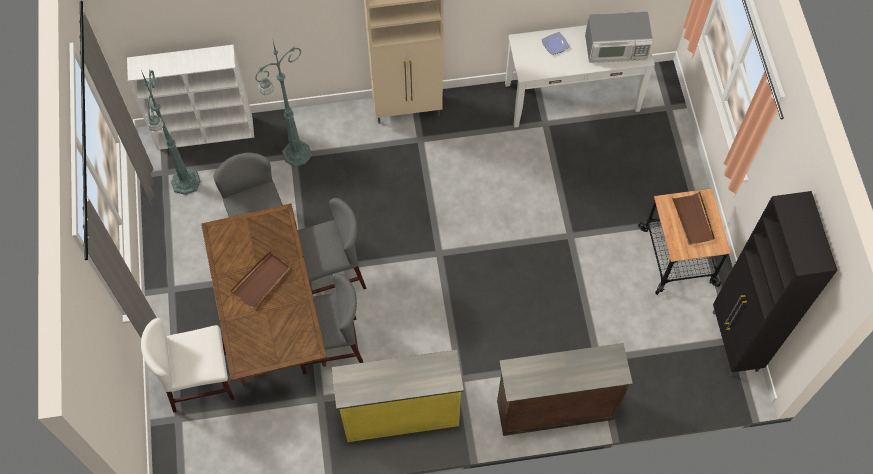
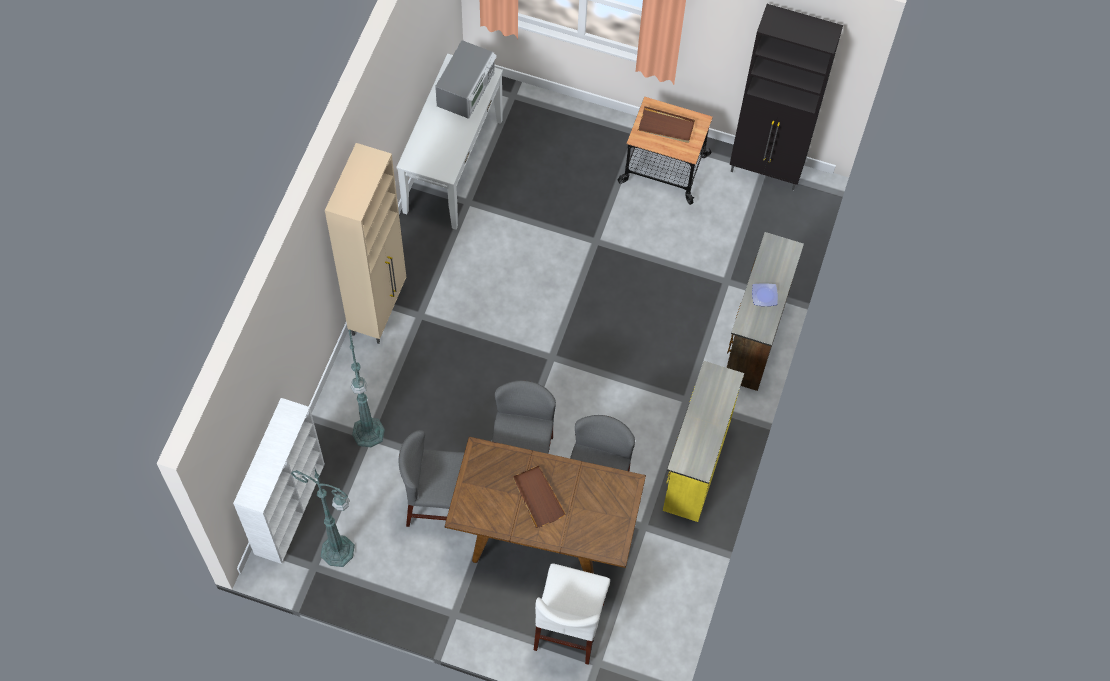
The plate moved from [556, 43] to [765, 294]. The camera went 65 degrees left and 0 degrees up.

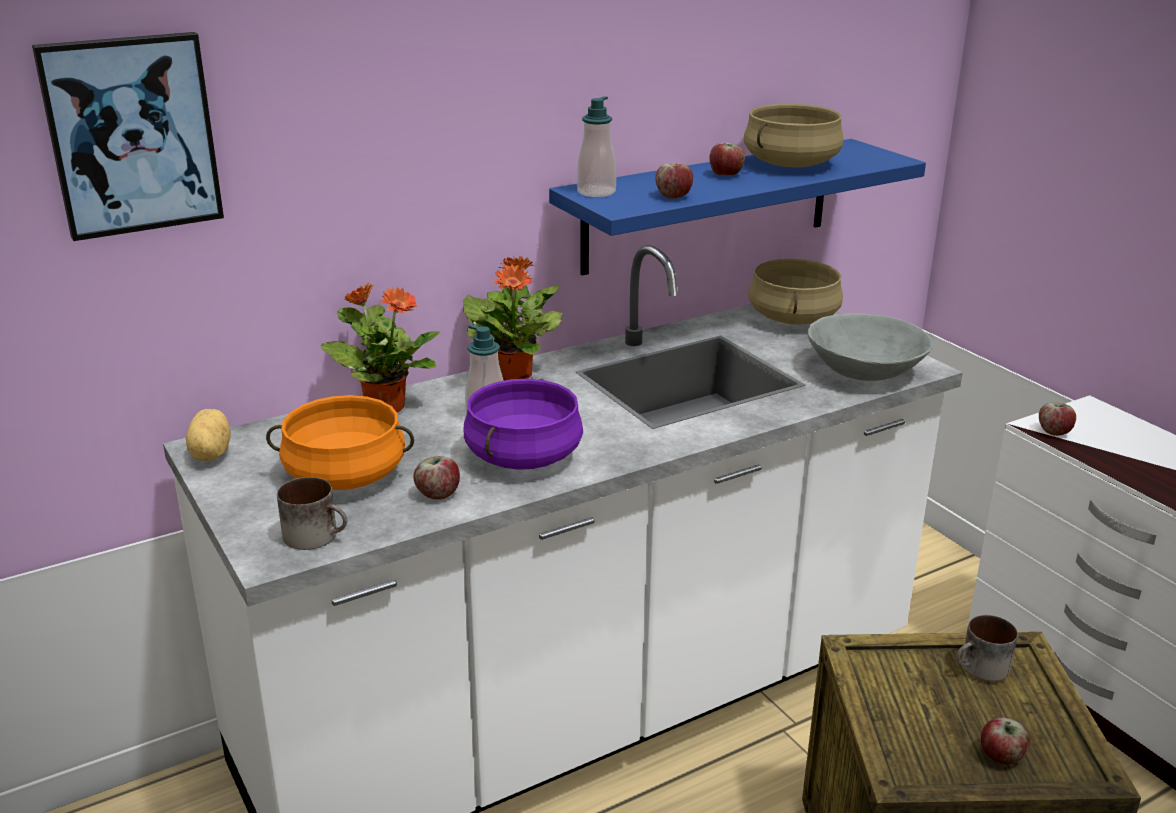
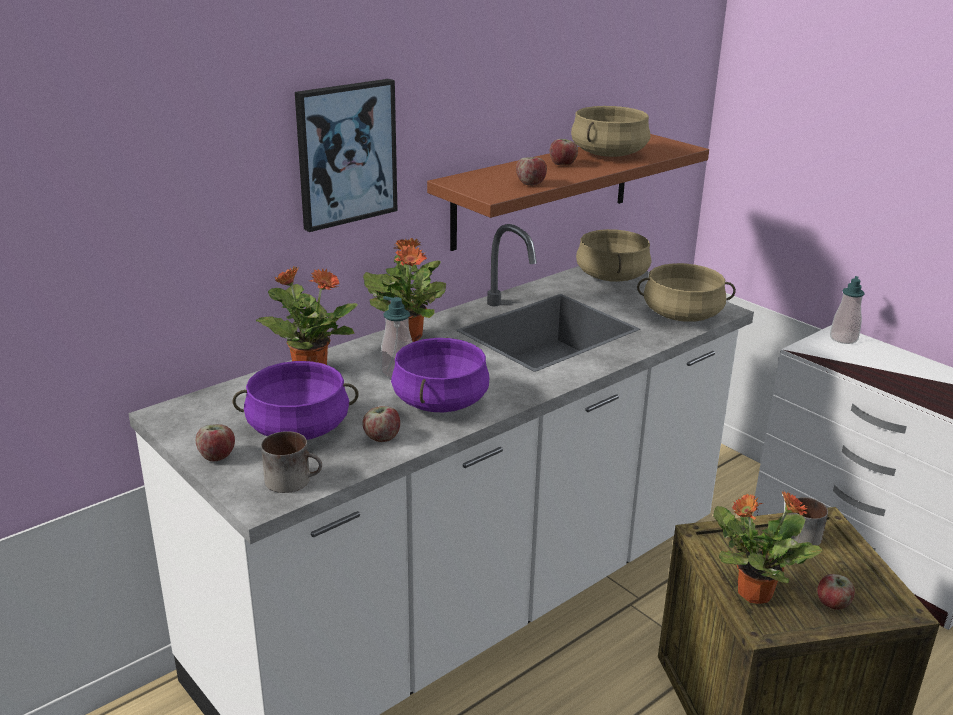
The apple moved from [1057, 419] to [215, 442]. The orange cooking pot at [340, 442] became the purple cooking pot at [296, 400]. The picture moved from [128, 136] to [346, 155]. The blue shelf at [737, 207] became the brown shelf at [568, 192]. The grey bowl at [870, 347] was replaced by the beige cooking pot at [686, 292]. The potted plant at [767, 547] appeared. The soap dispenser moved from [596, 146] to [847, 310]. The potato at [208, 435] disappeared. The camera went 10 degrees left and 0 degrees up.

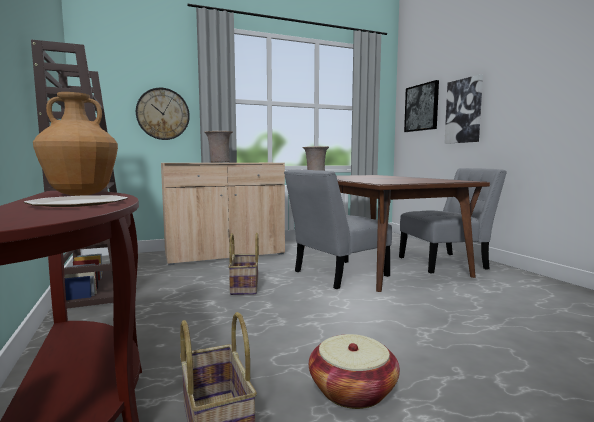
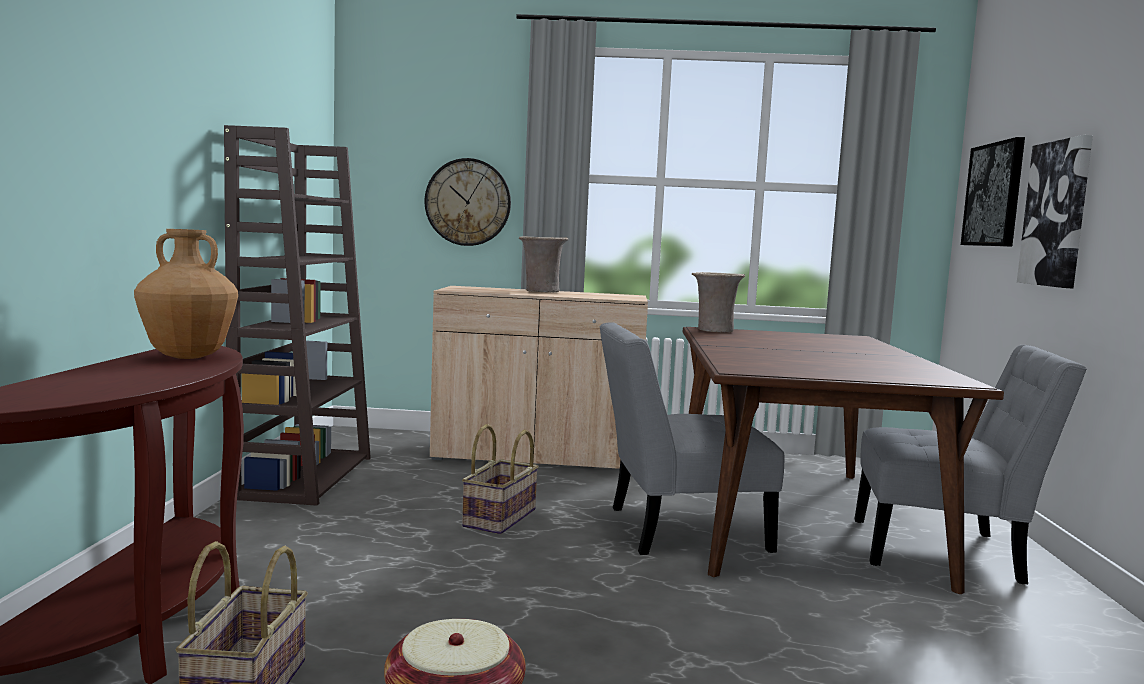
The plate at [76, 201] disappeared. The camera went 25 degrees right and 0 degrees up.

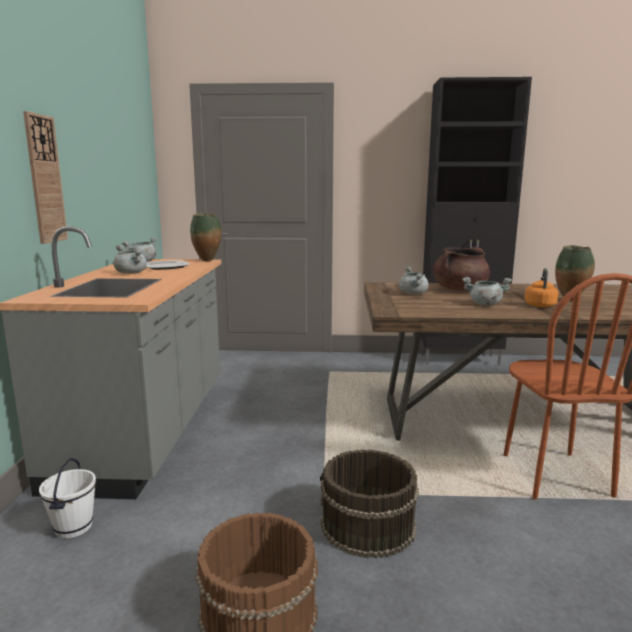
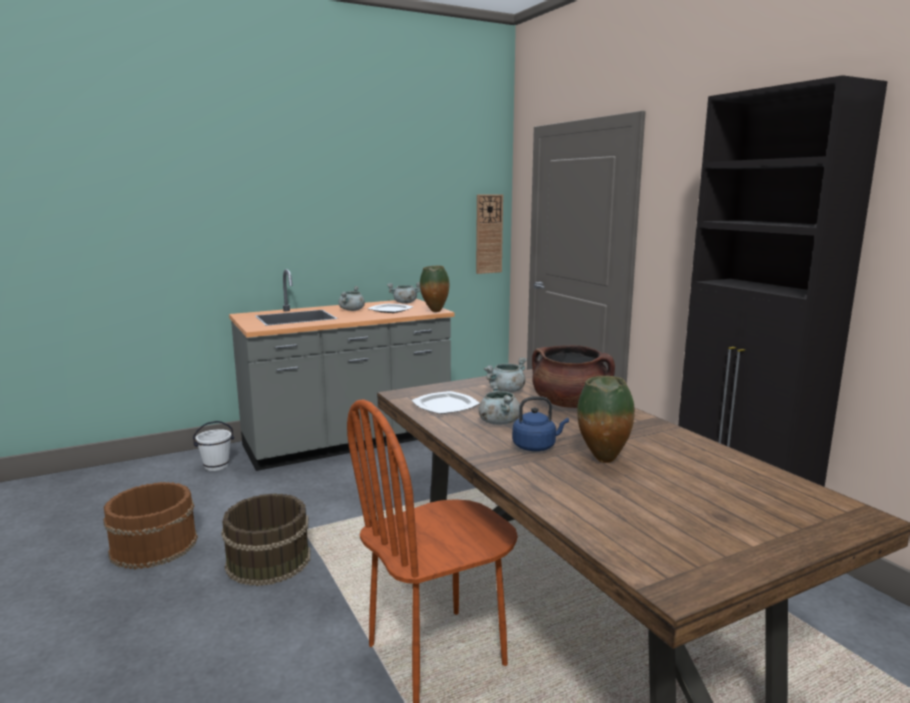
The plate at [446, 402] appeared. The wall clock moved from [45, 177] to [489, 234]. The orange kettle at [541, 287] became the blue kettle at [540, 423]. The camera went 60 degrees right and 0 degrees up.

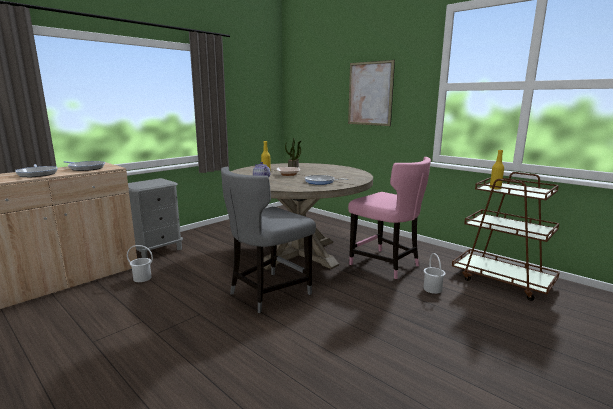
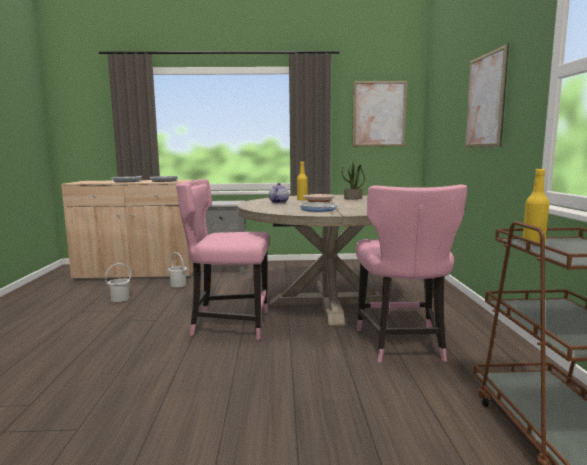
The white bucket moved from [434, 273] to [118, 282]. The grey chair at [268, 240] became the pink chair at [223, 259]. The picture at [380, 113] appeared. The camera went 45 degrees right and 5 degrees down.

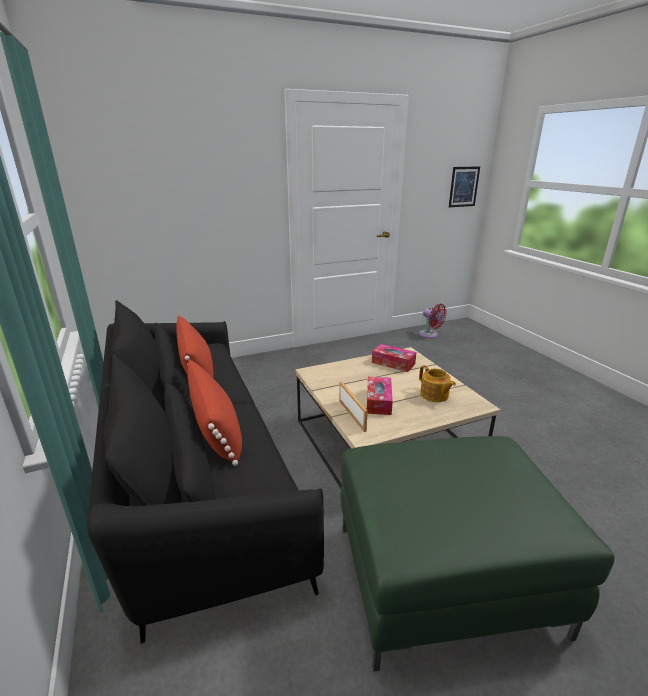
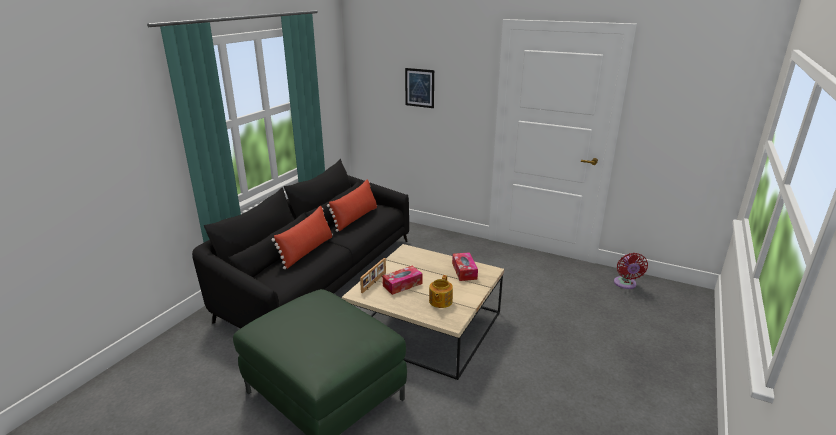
The picture moved from [464, 186] to [419, 88]. The camera went 50 degrees right and 0 degrees up.

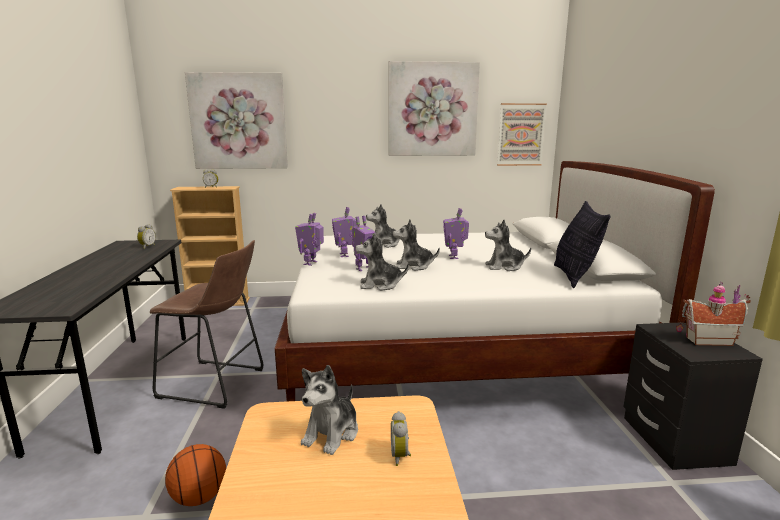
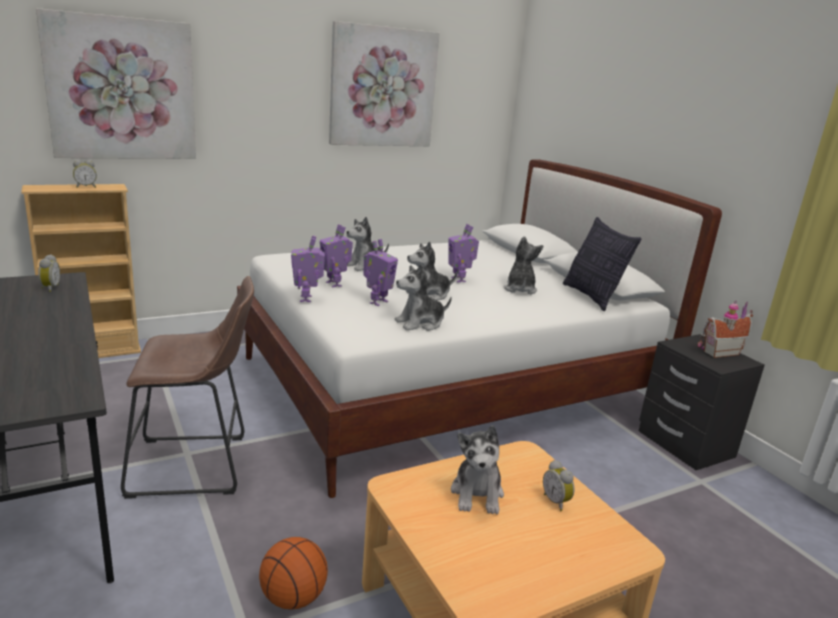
The plush toy at [508, 245] turned 120 degrees clockwise. The picture at [522, 134] disappeared. The camera went 25 degrees left and 5 degrees up.

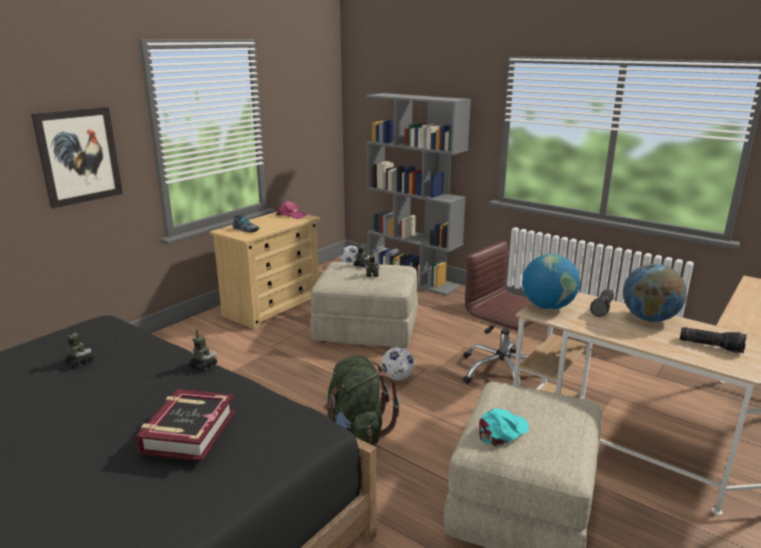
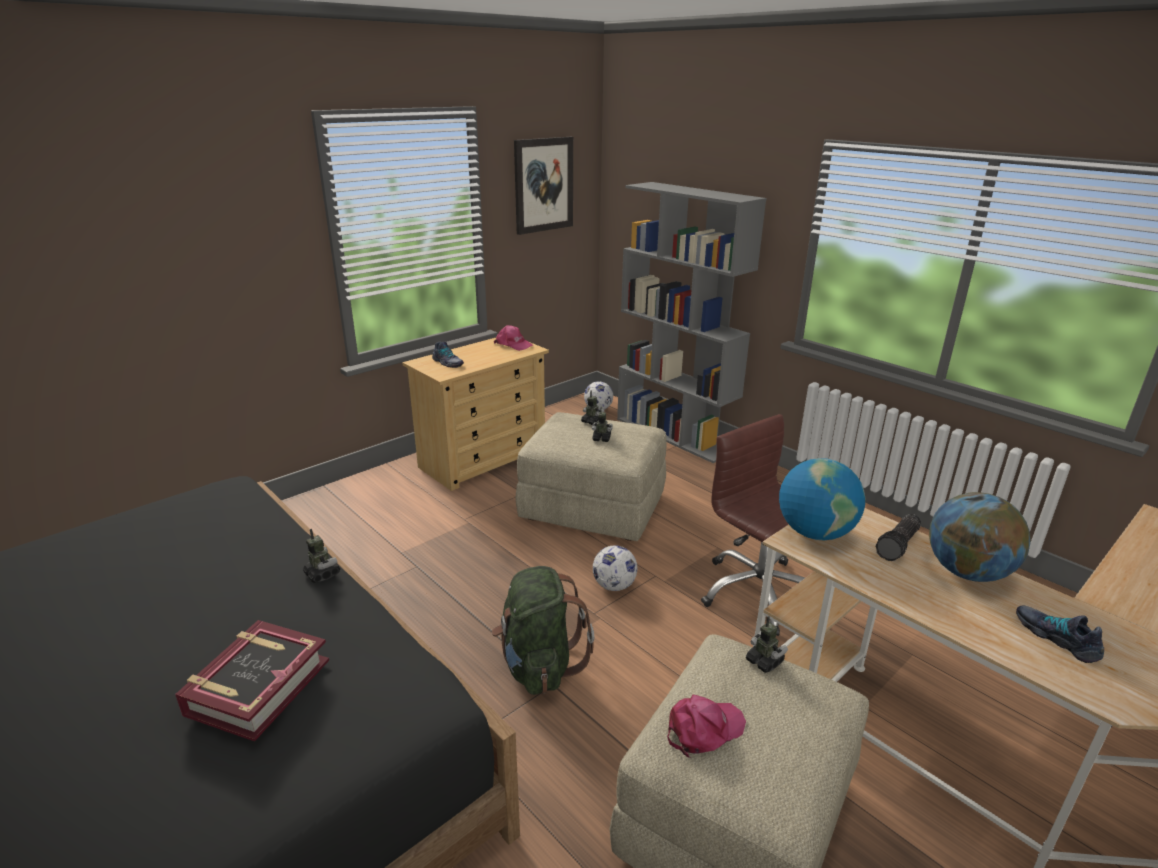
The picture moved from [77, 157] to [543, 186]. The turquoise cap at [504, 427] became the pink cap at [706, 726]. The toy robot moved from [79, 347] to [767, 644]. The flashlight at [713, 340] was replaced by the shoe at [1060, 634]. The camera went 10 degrees right and 5 degrees up.

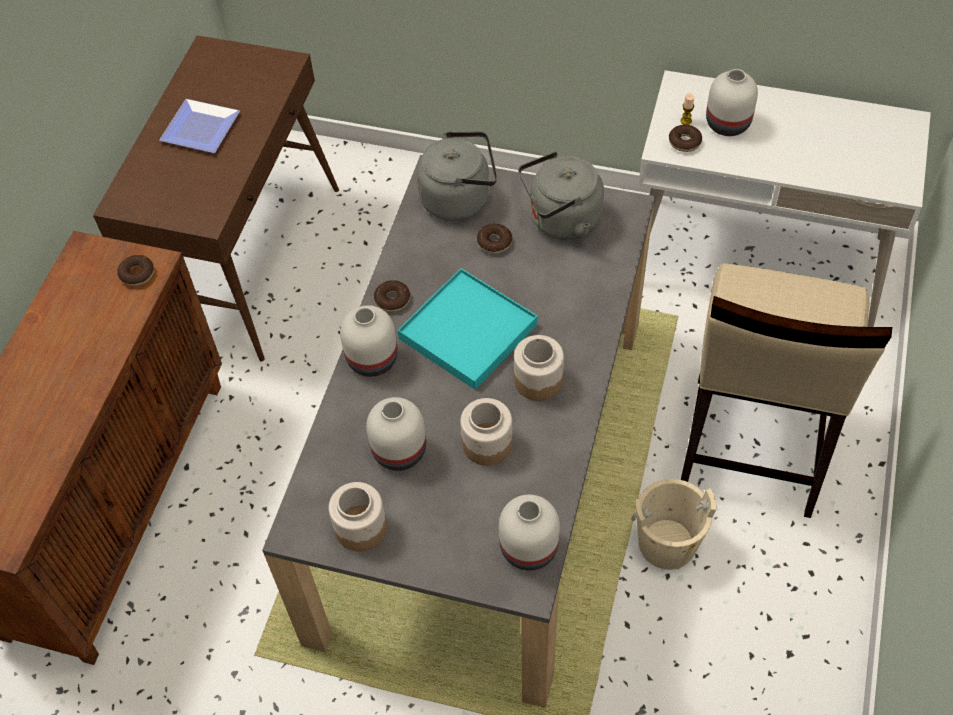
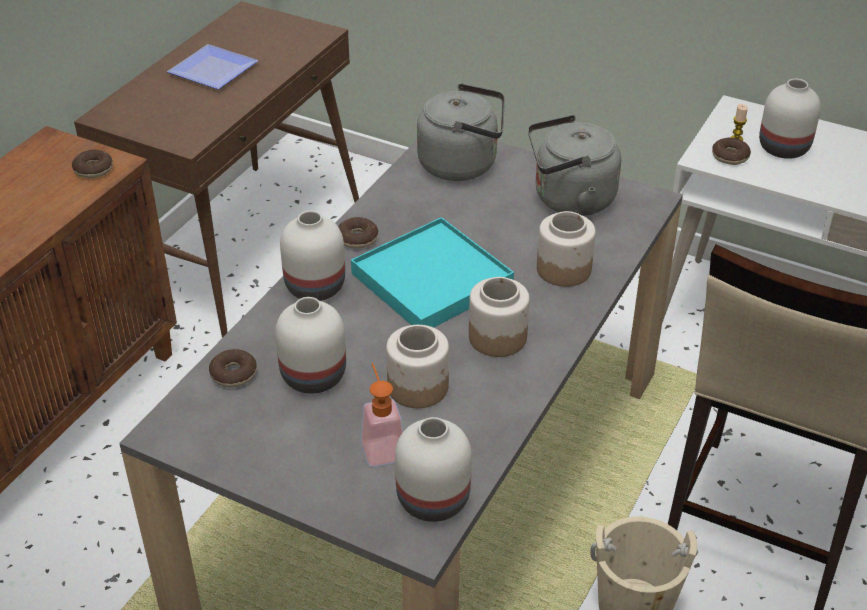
The donut moved from [494, 239] to [233, 368]. The soap dispenser at [382, 415] appeared. The jar moved from [358, 516] to [566, 249]. The camera went 10 degrees right and 15 degrees down.

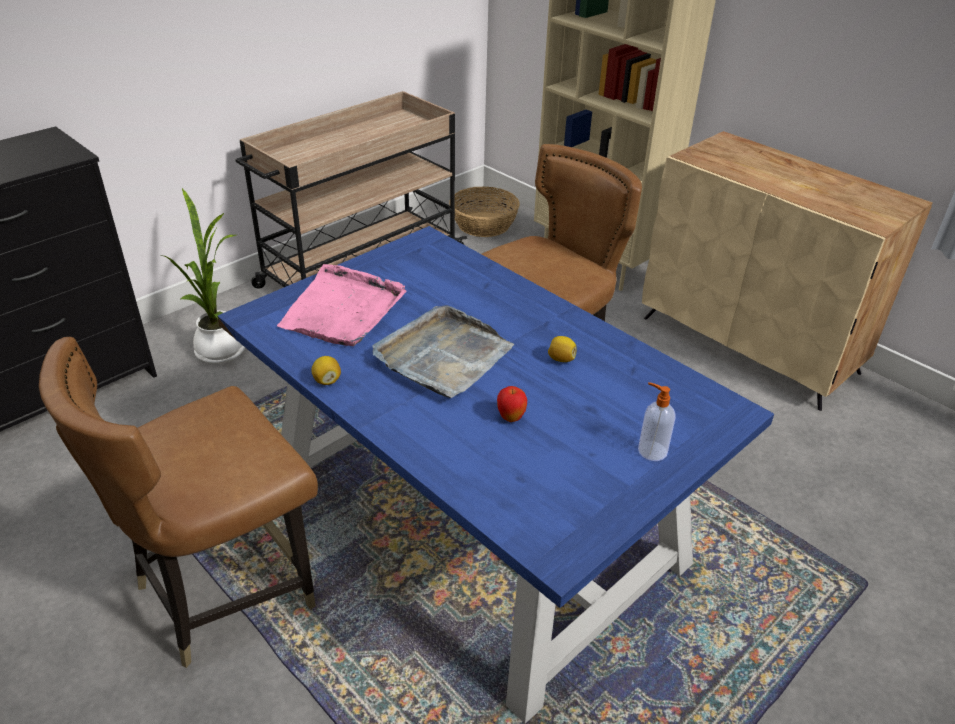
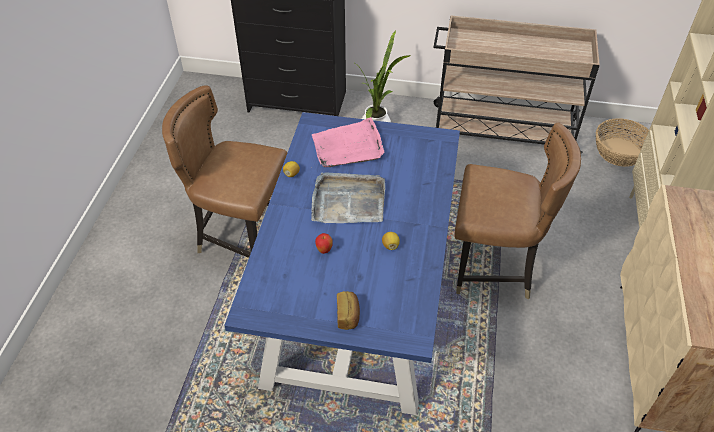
The soap dispenser at [657, 421] was replaced by the bread at [348, 310]. The camera went 55 degrees right and 10 degrees up.

